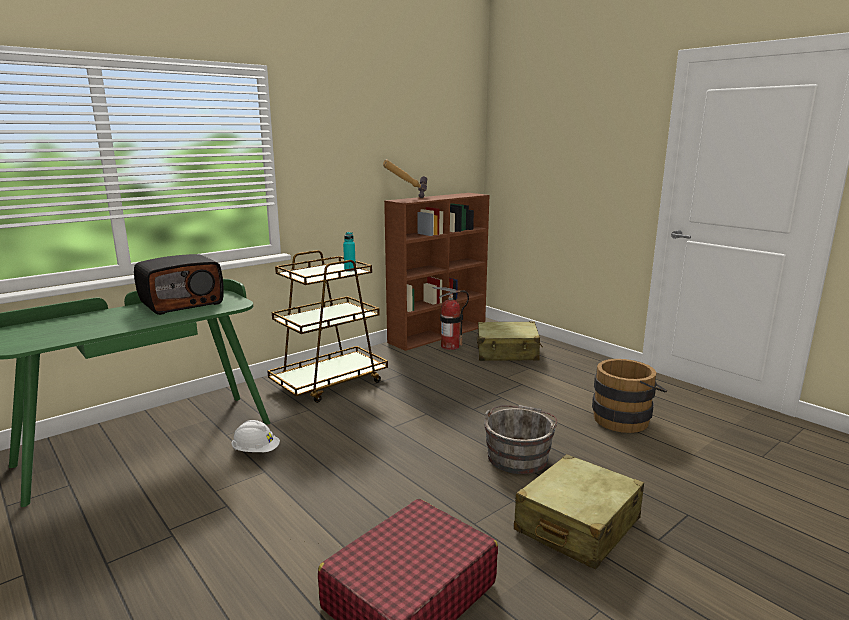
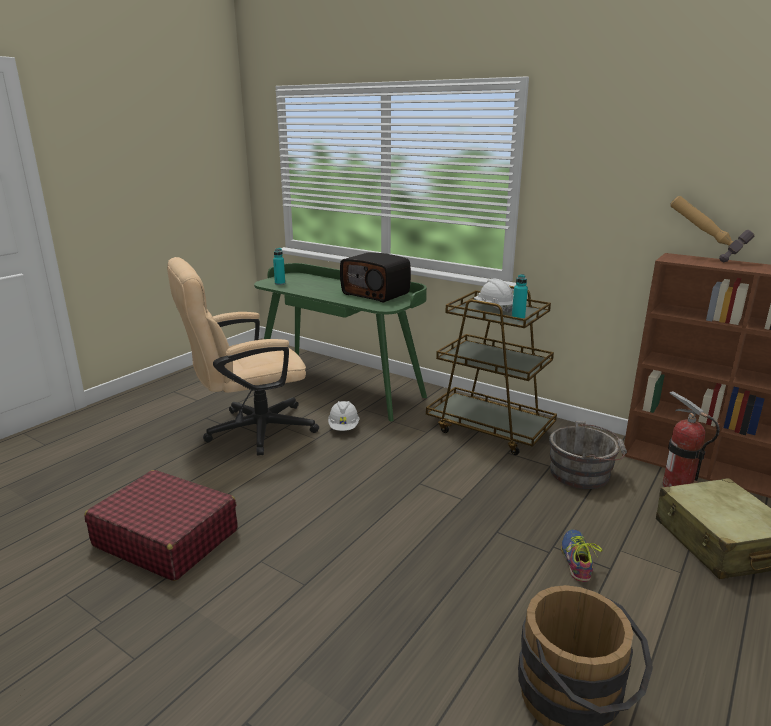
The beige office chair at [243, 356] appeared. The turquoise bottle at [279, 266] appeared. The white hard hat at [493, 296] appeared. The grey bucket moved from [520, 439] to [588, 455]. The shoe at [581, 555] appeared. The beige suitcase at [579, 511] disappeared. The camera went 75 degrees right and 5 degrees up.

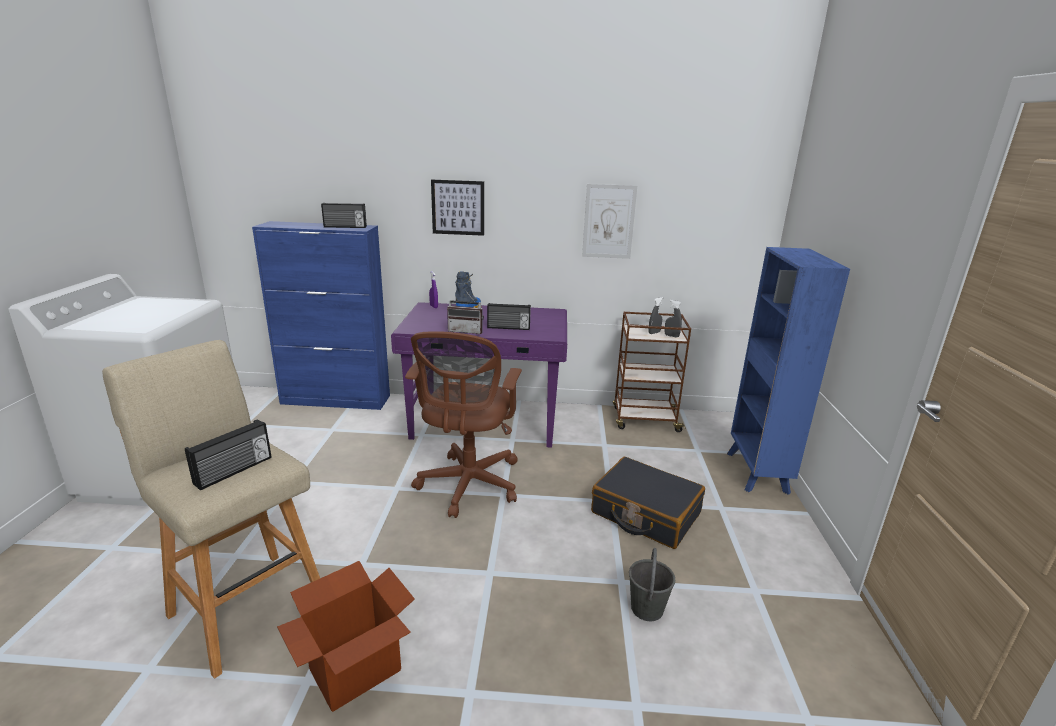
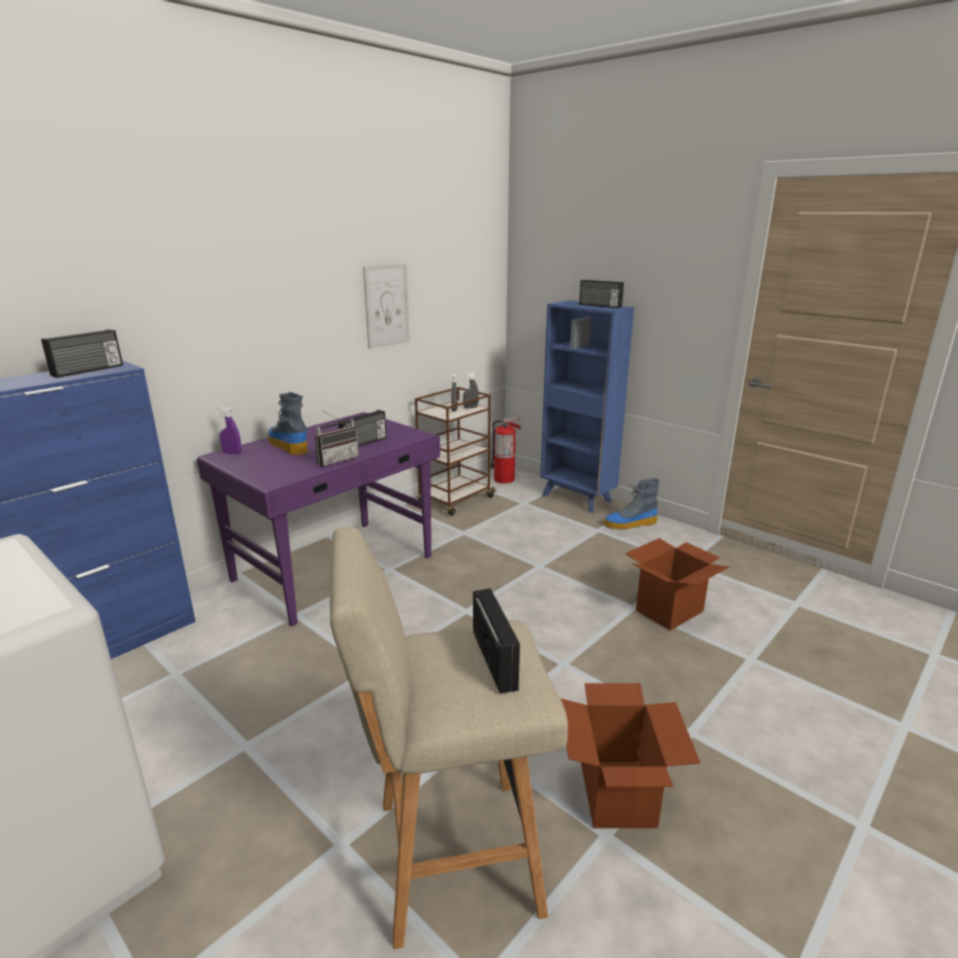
The fire extinguisher at [505, 451] appeared. The radio at [601, 294] appeared. The boot at [631, 504] appeared. The grey bucket at [652, 584] was replaced by the cardboard box at [677, 584]. The brown office chair at [463, 424] disappeared. The picture at [457, 208] disappeared. The black suitcase at [648, 503] disappeared. The camera went 50 degrees left and 0 degrees up.

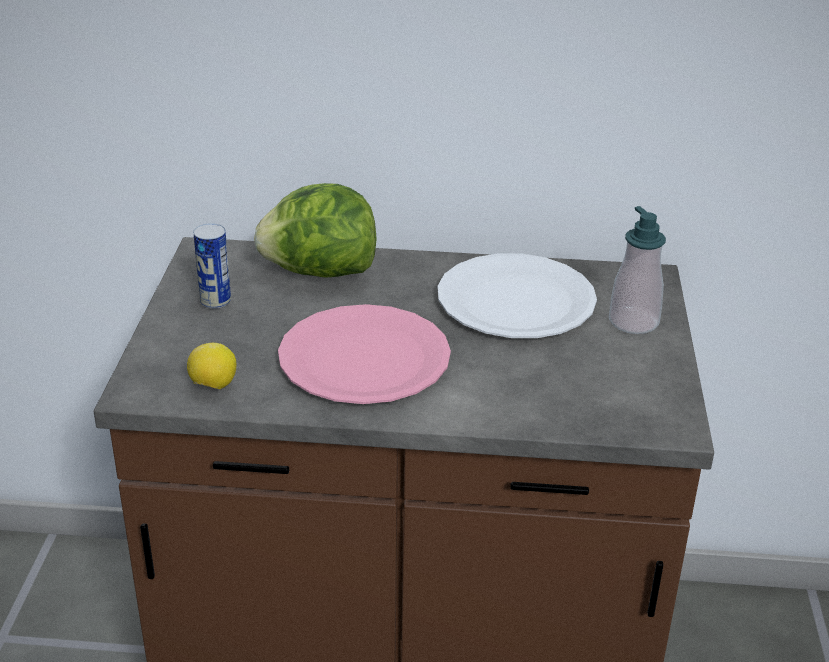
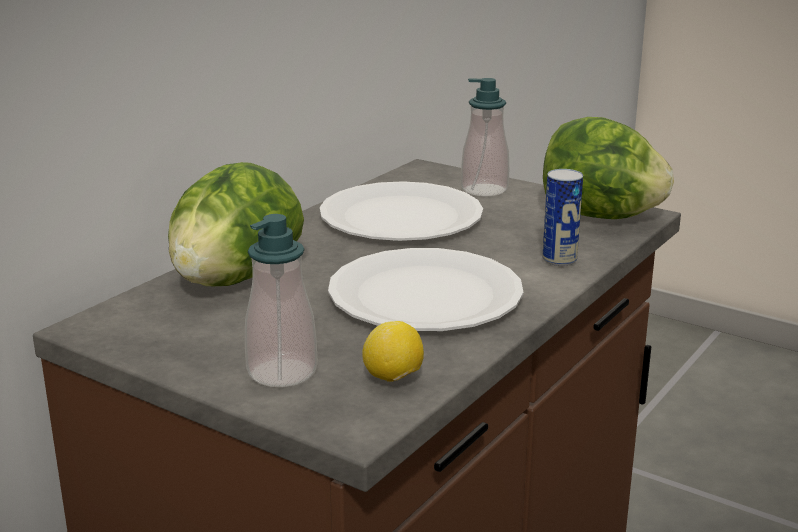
The soap dispenser at [281, 300] appeared. The pink plate at [364, 354] became the white plate at [426, 289]. The can moved from [212, 266] to [562, 217]. The lettuce at [608, 168] appeared. The camera went 60 degrees left and 10 degrees down.

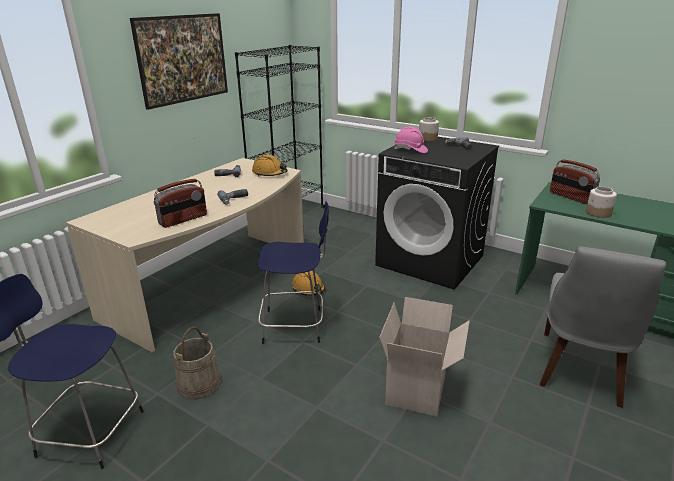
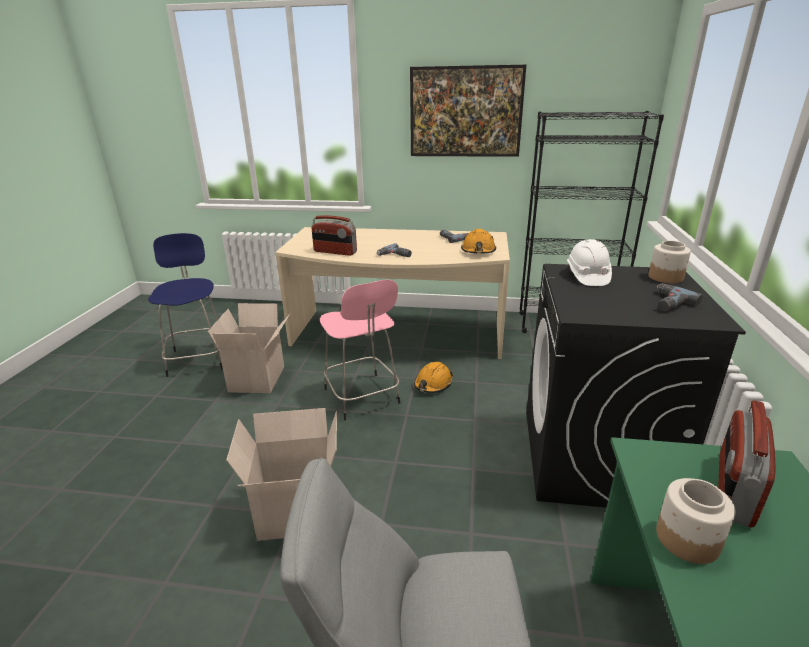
The beige bucket at [196, 363] was replaced by the cardboard box at [249, 348]. The blue stool at [293, 273] became the pink stool at [360, 350]. The pink hard hat at [411, 140] became the white hard hat at [589, 262]. The camera went 65 degrees right and 0 degrees up.

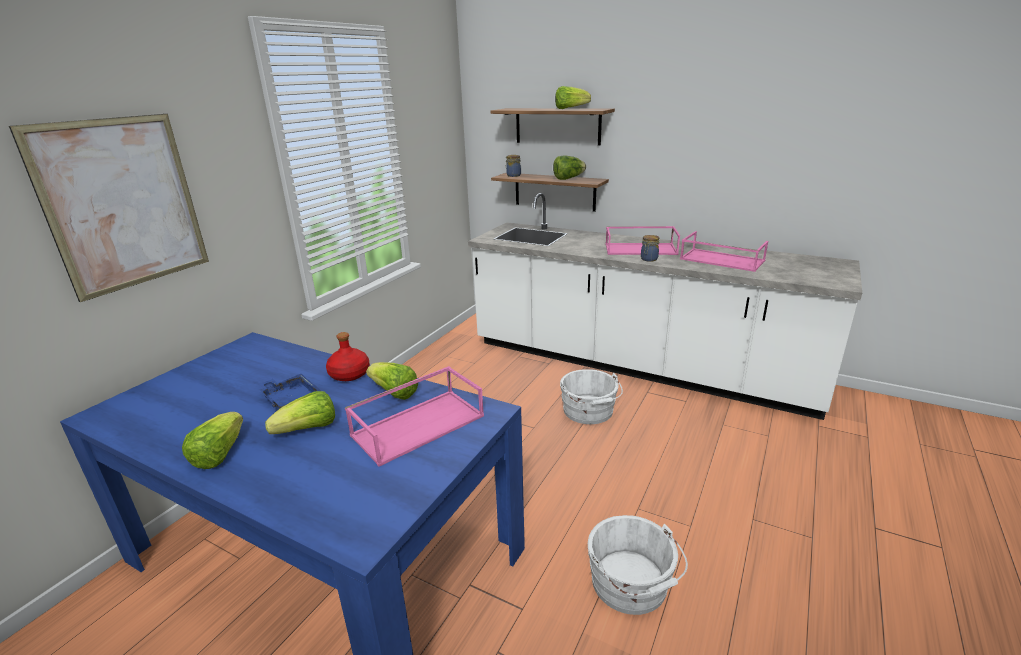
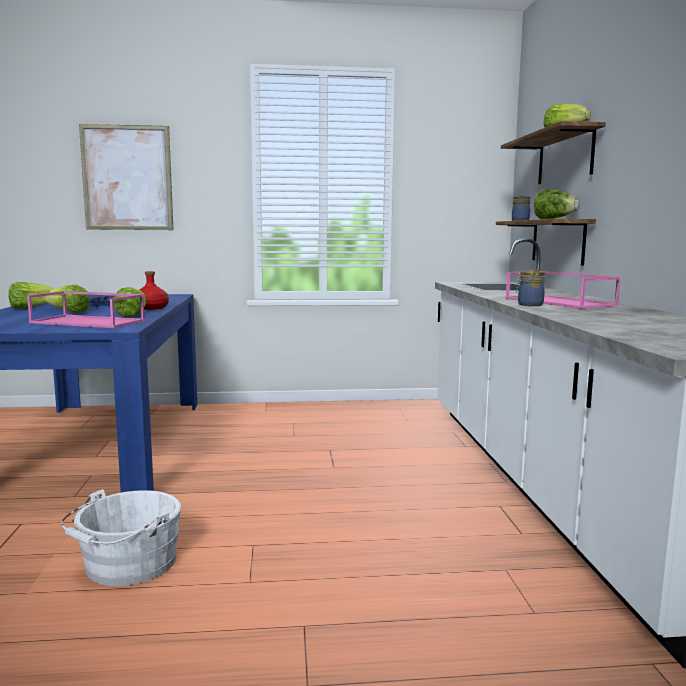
The white bucket at [591, 396] disappeared. The pink tray at [724, 251] disappeared. The camera went 55 degrees right and 15 degrees down.

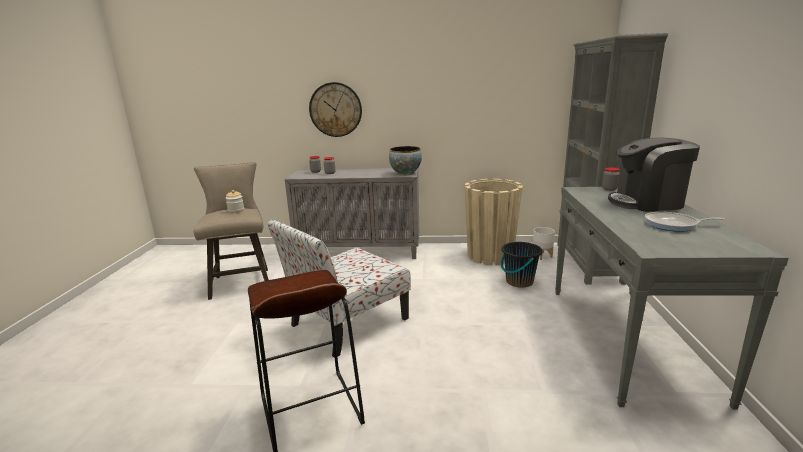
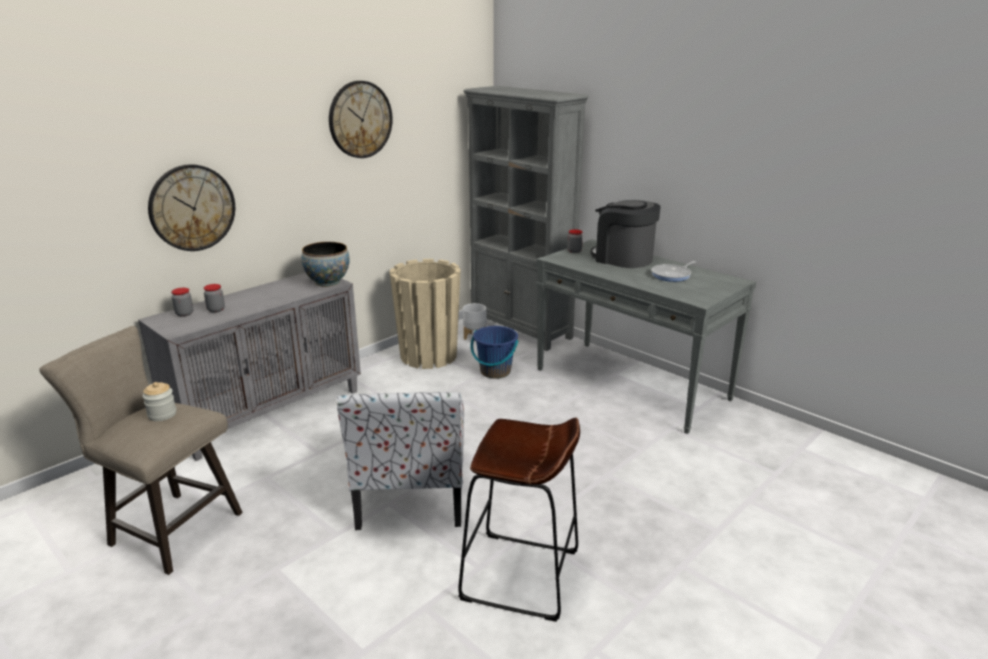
The wall clock at [361, 119] appeared. The black bucket at [521, 265] became the blue bucket at [494, 352]. The coffee machine at [654, 175] turned 90 degrees clockwise. The camera went 50 degrees left and 5 degrees up.

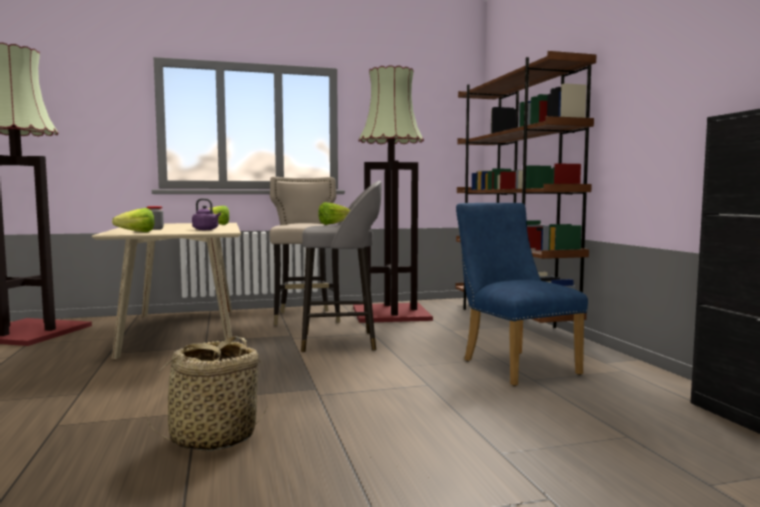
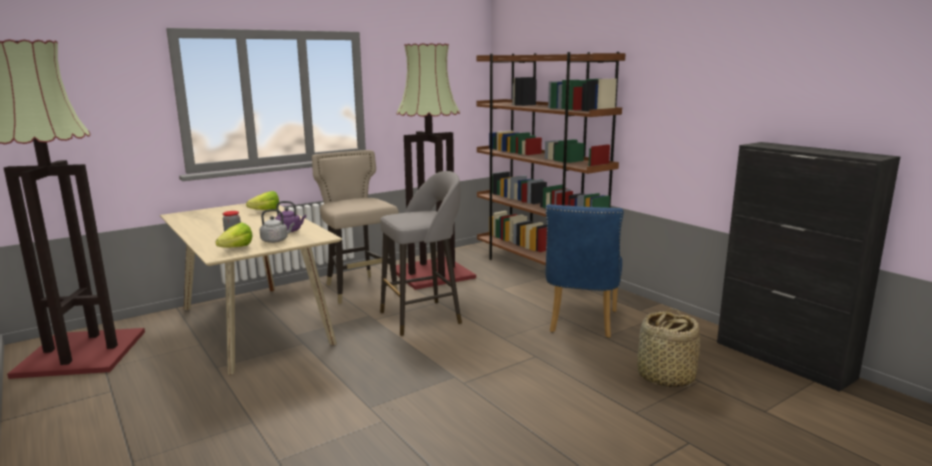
The grey kettle at [277, 226] appeared. The blue chair at [522, 294] turned 120 degrees counterclockwise. The basket moved from [205, 393] to [668, 348]. The lettuce at [334, 213] disappeared. The camera went 20 degrees left and 10 degrees up.

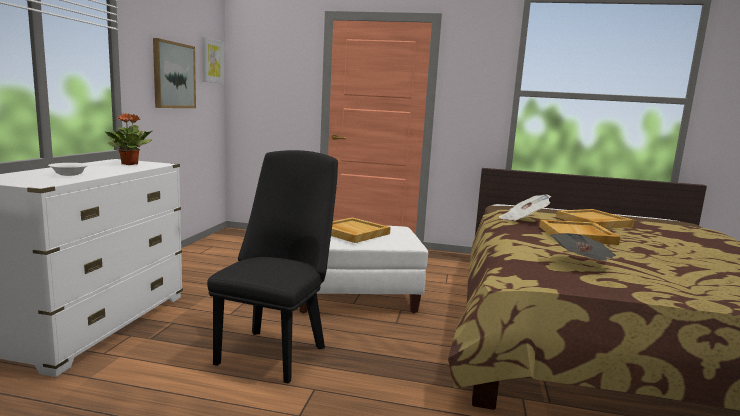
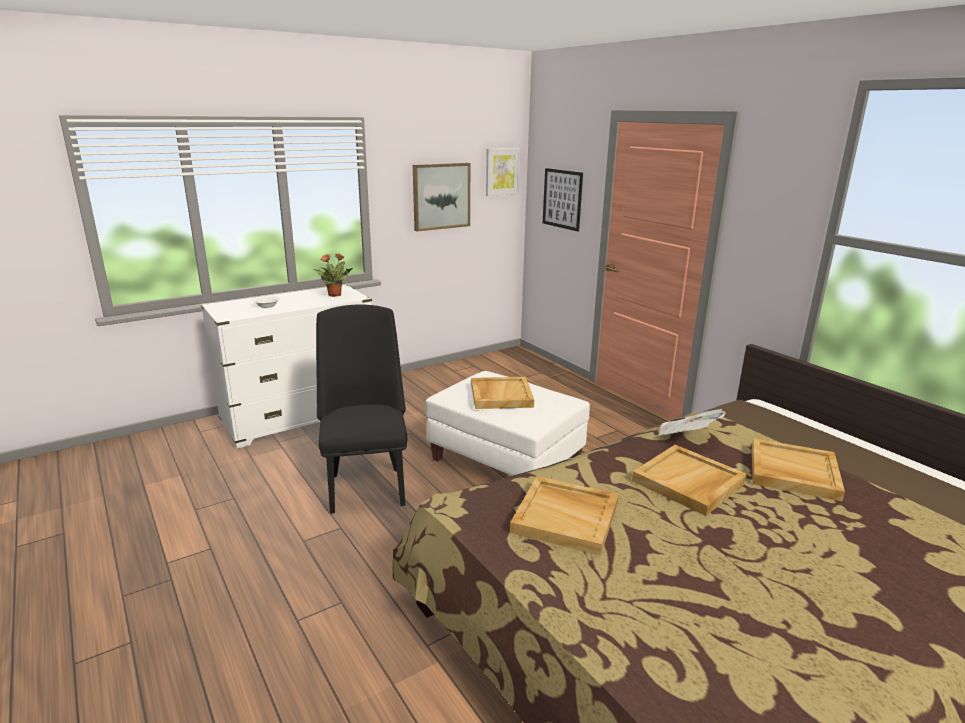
The black chair at [272, 266] turned 75 degrees counterclockwise. The newspaper at [583, 247] was replaced by the beige tray at [564, 516]. The picture at [563, 200] appeared. The camera went 45 degrees right and 10 degrees up.

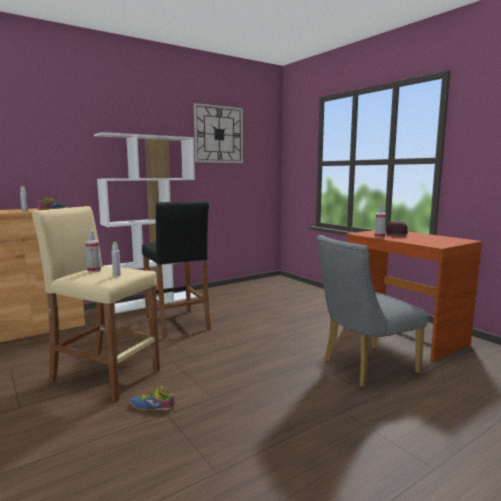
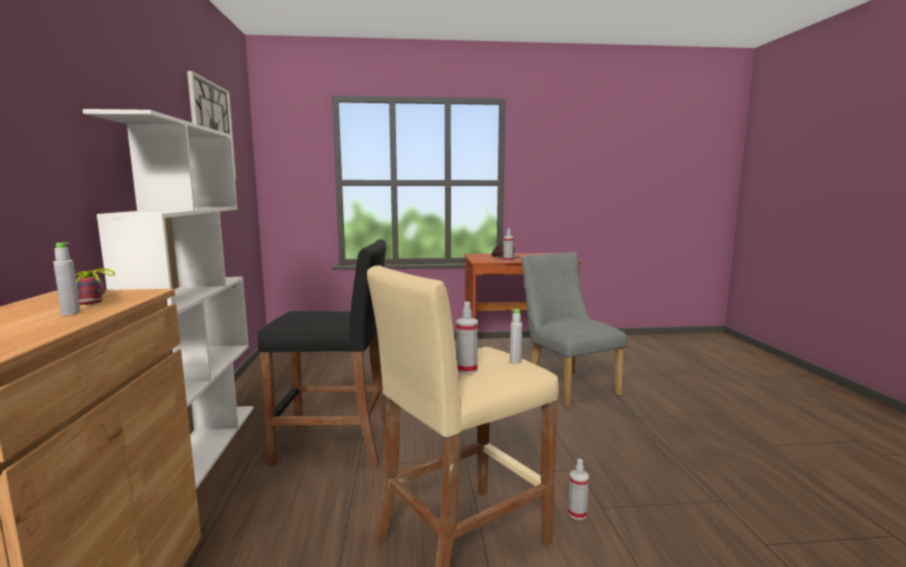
The grey chair at [372, 311] turned 150 degrees clockwise. The shoe at [152, 399] was replaced by the spray bottle at [578, 489]. The camera went 60 degrees left and 0 degrees up.

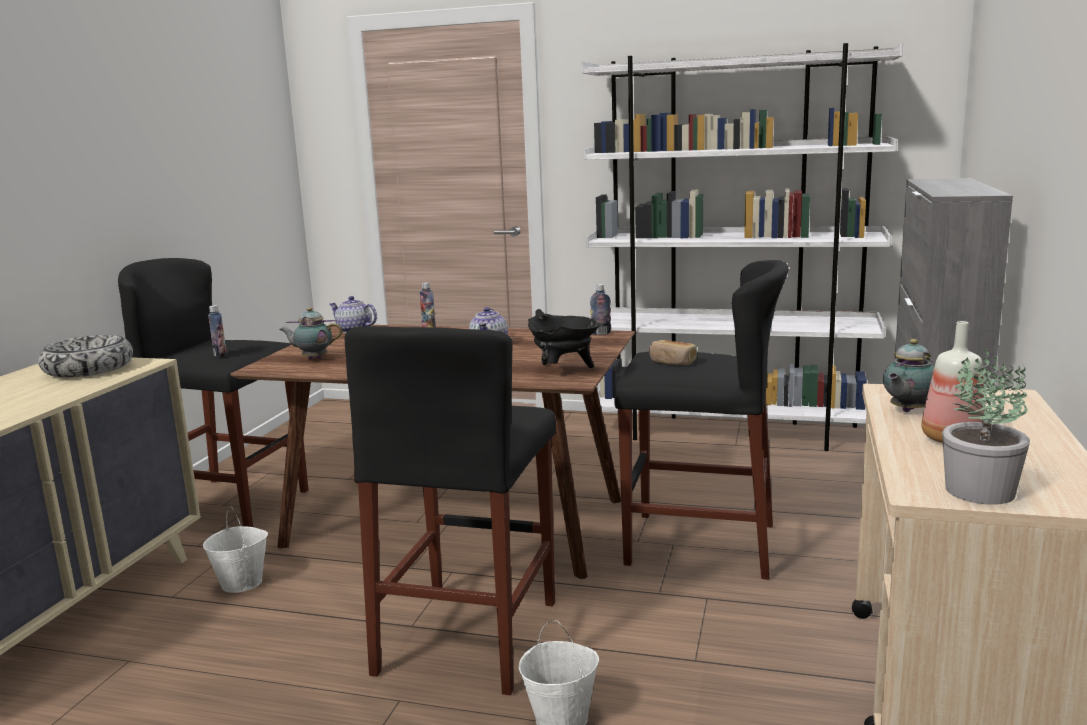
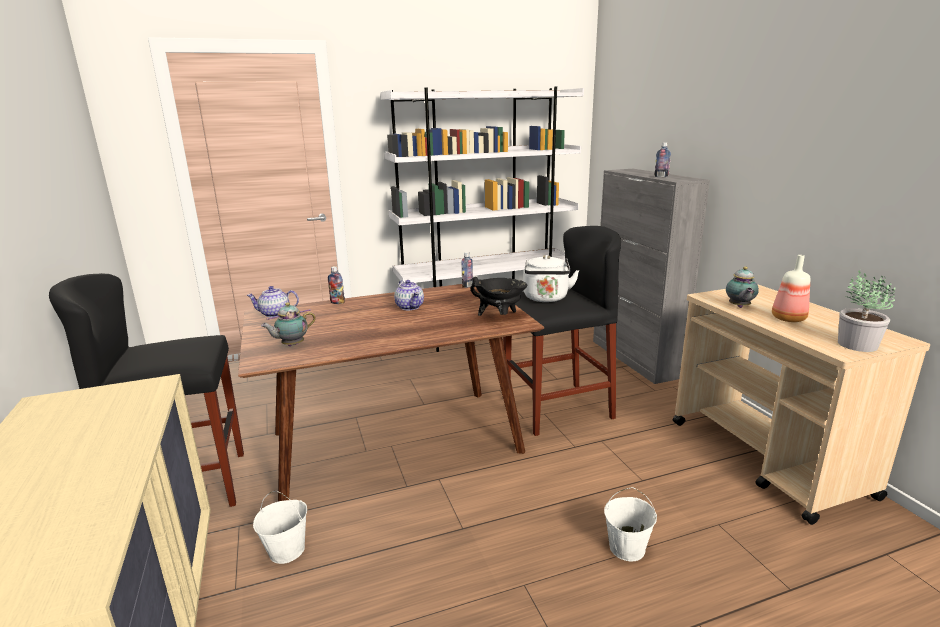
The bread at [673, 352] was replaced by the white kettle at [551, 278]. The bottle moved from [217, 331] to [662, 160]. The bowl at [85, 356] disappeared. The black stool at [450, 510] disappeared. The camera went 35 degrees left and 5 degrees up.

